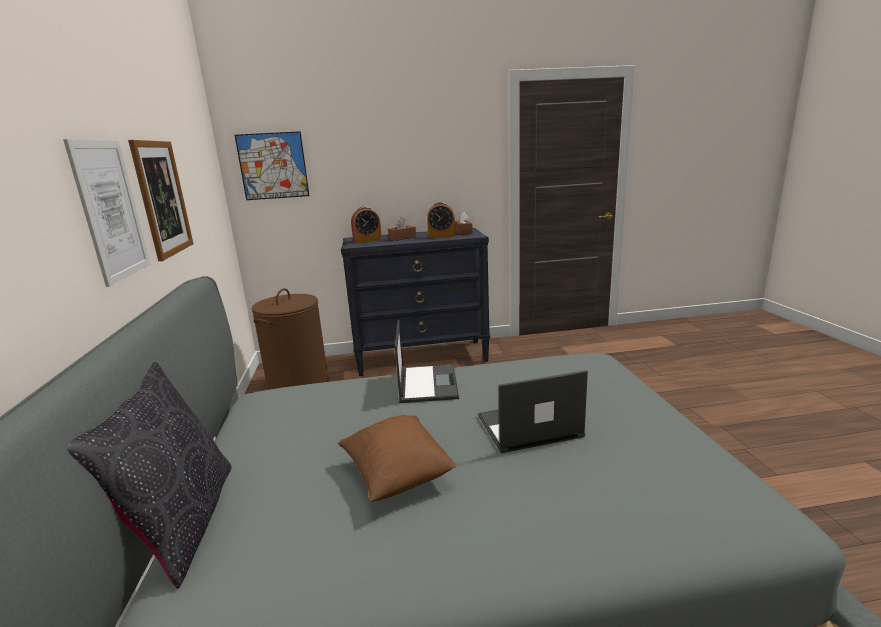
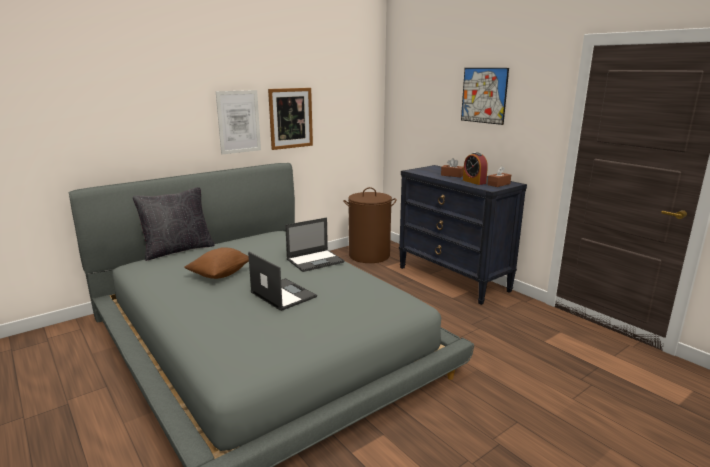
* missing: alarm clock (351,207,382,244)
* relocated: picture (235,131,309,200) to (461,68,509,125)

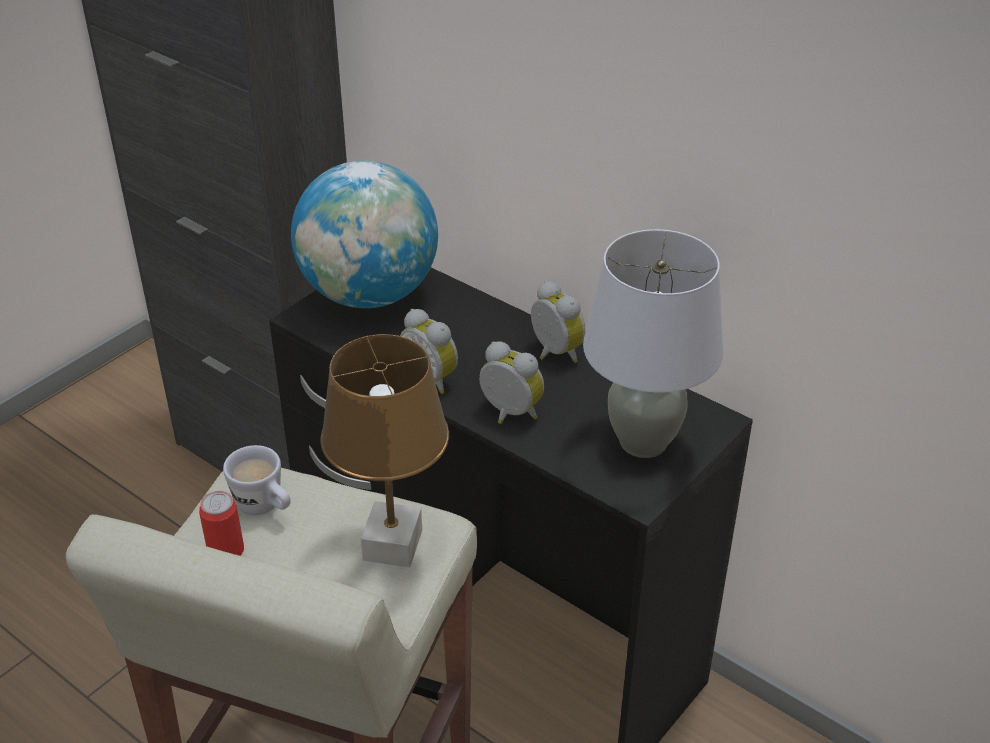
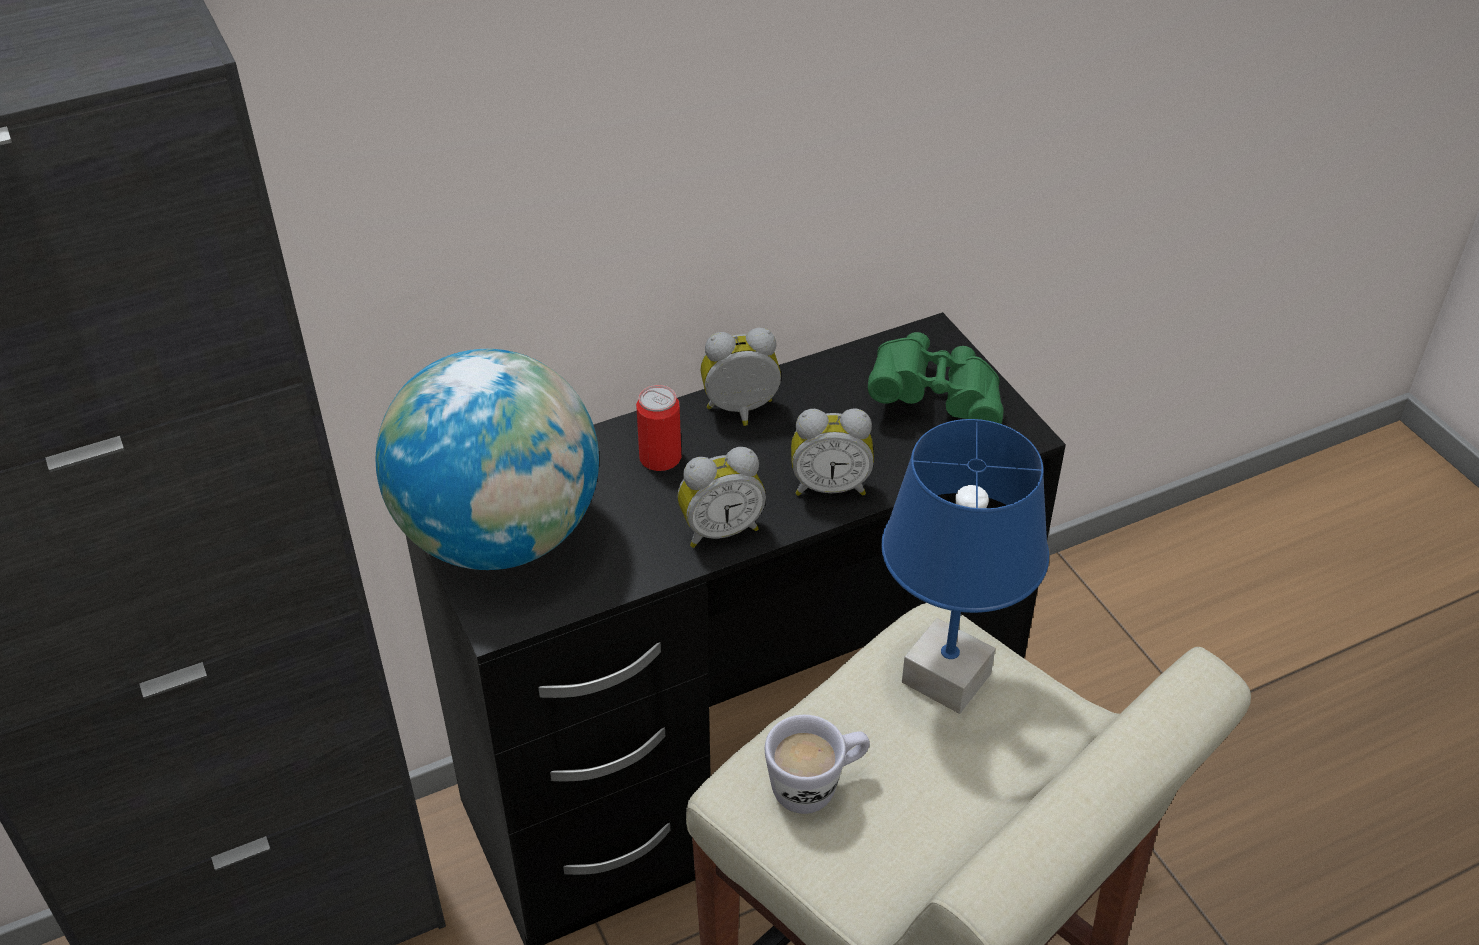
* relocated: can (199,491,244,556) to (636,385,681,471)
* exchanged: grey table lamp (583,229,723,458) to green binoculars (868,332,1004,424)
* colour: brown table lamp (320,334,449,567) to blue table lamp (881,419,1049,714)
* spun: alarm clock (479,341,544,424) = (791,408,874,496) 150 degrees counterclockwise

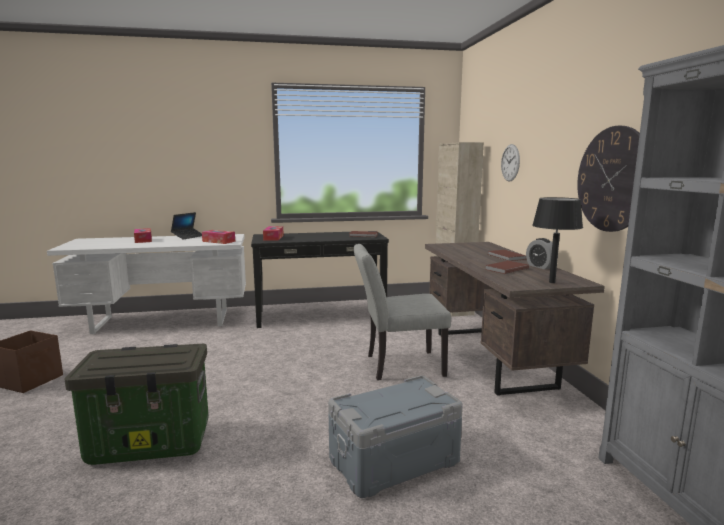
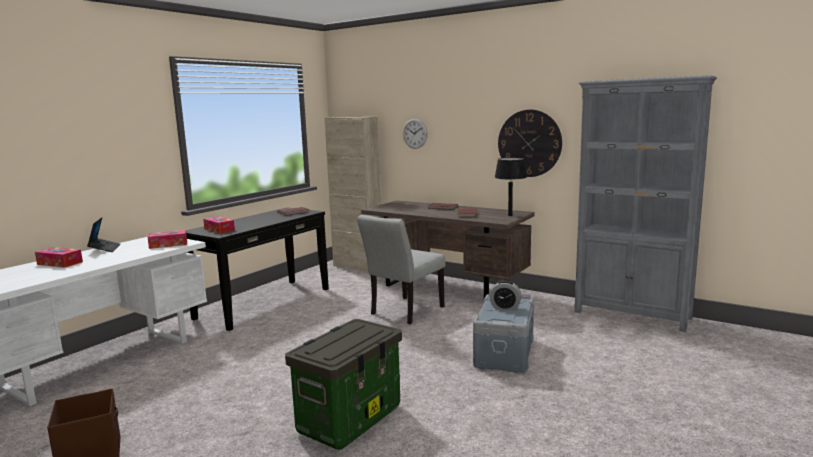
* relocated: alarm clock (526,238,558,269) to (490,280,521,310)

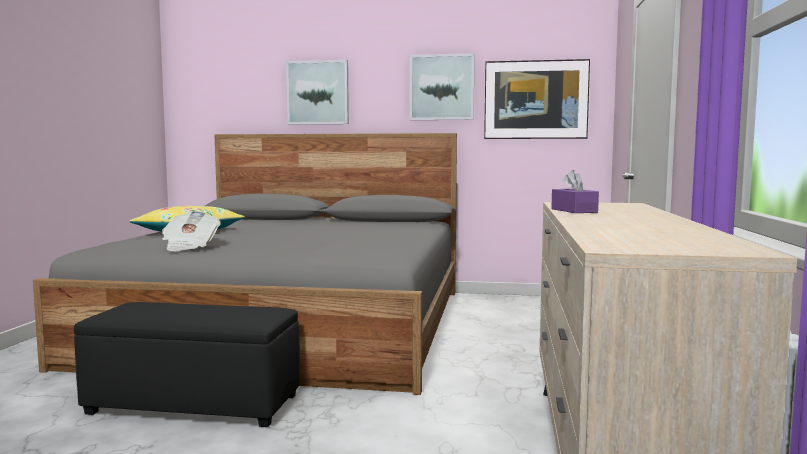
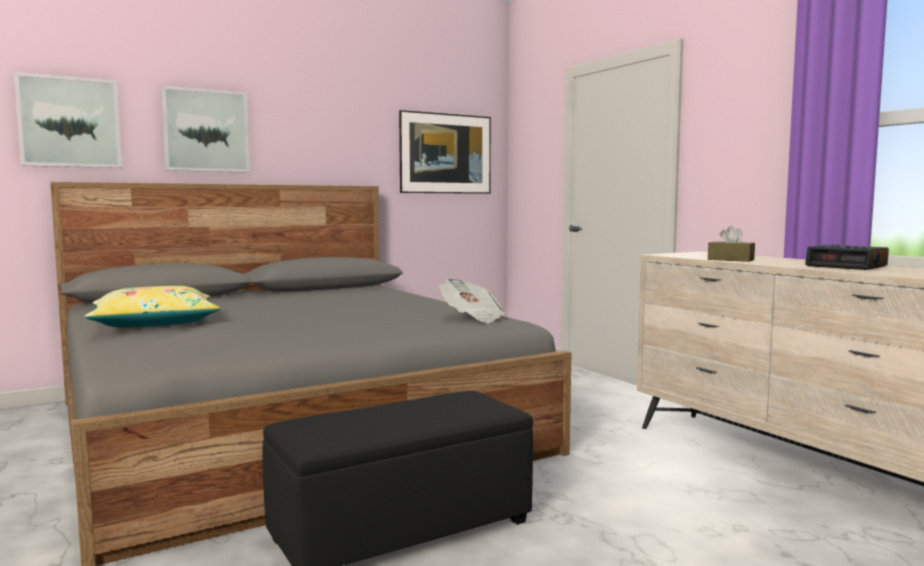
* appeared: alarm clock (805,244,889,270)
* relocated: newspaper (162,211,221,251) to (439,278,505,323)
* relocated: picture (409,53,475,120) to (14,72,122,168)
* colour: purple tissue box (551,170,599,213) to brown tissue box (708,226,755,262)

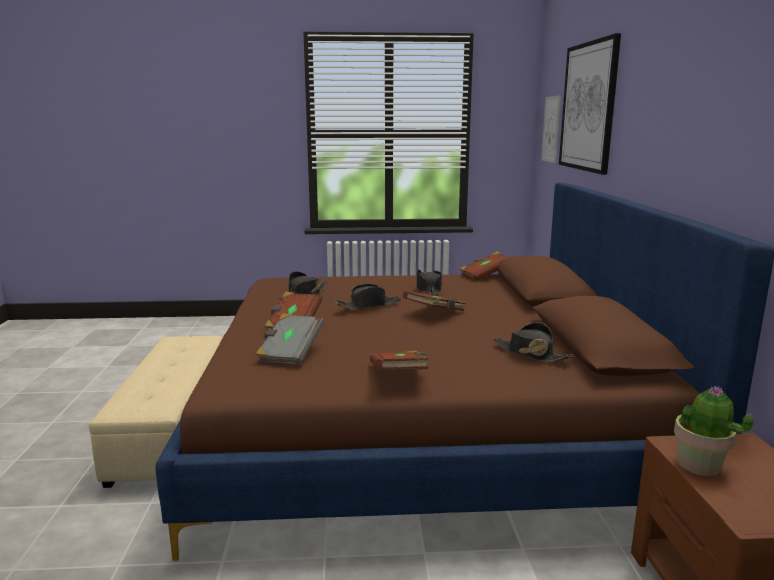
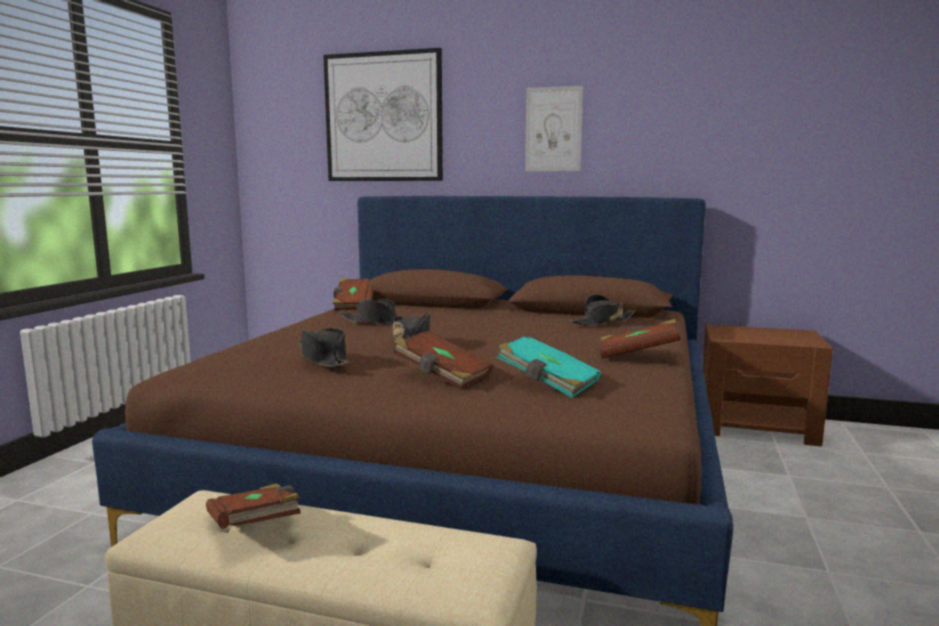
* missing: potted plant (674,386,754,476)
* relocated: brown book (403,291,466,311) to (206,483,301,529)
* relocated: picture (541,96,561,163) to (525,86,583,171)
* colour: grey book (255,313,324,366) to turquoise book (497,335,601,398)

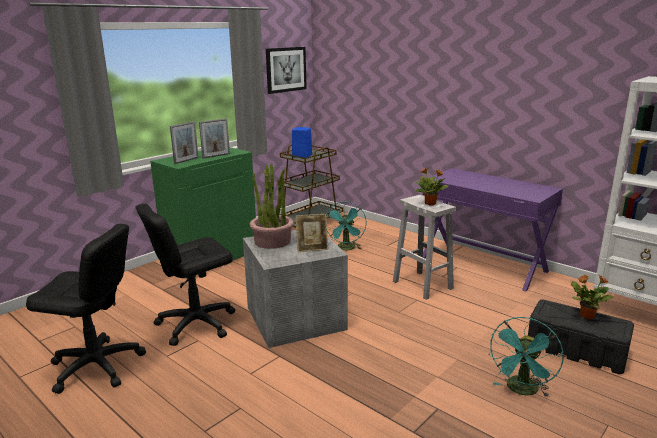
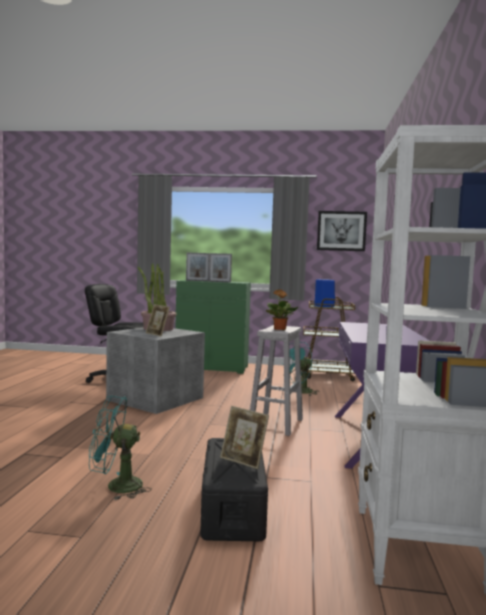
* missing: black office chair (26,224,146,394)
* exchanged: potted plant (571,275,614,319) to picture frame (220,406,269,469)

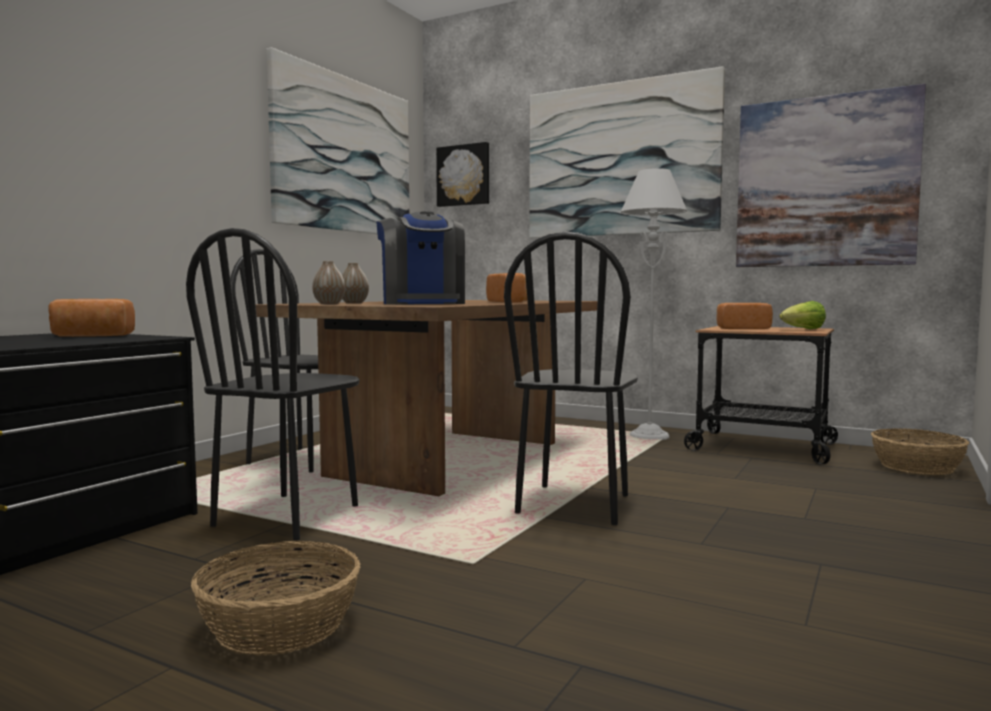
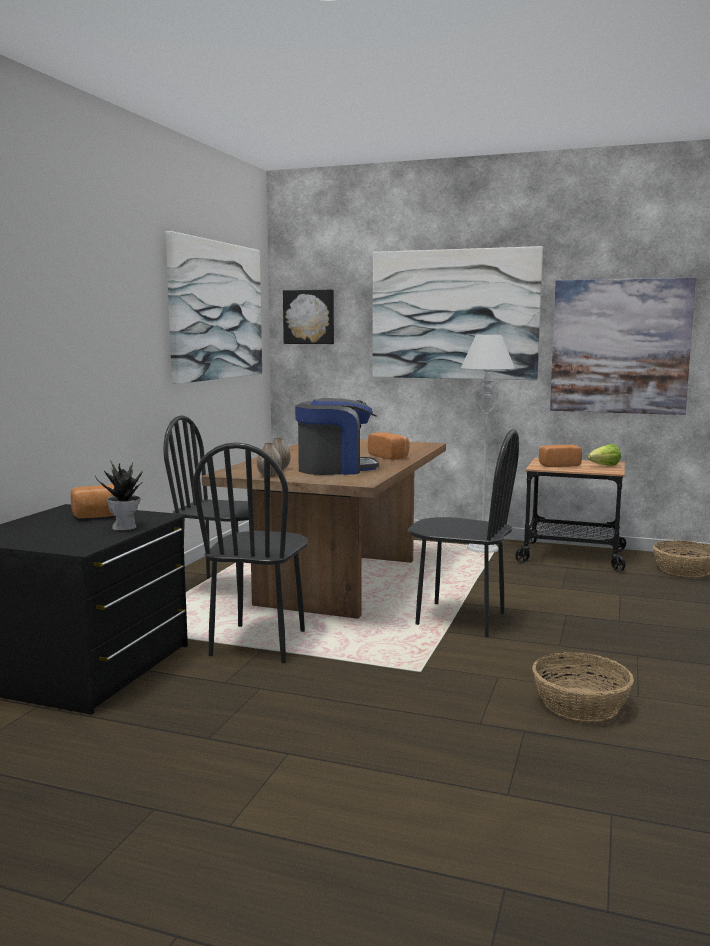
* appeared: potted plant (95,460,143,531)
* relocated: basket (191,541,361,656) to (532,652,634,722)
* spun: coffee machine (376,211,465,304) = (295,398,379,475) 75 degrees counterclockwise
* spun: black chair (504,231,638,525) = (408,429,519,637) 75 degrees counterclockwise

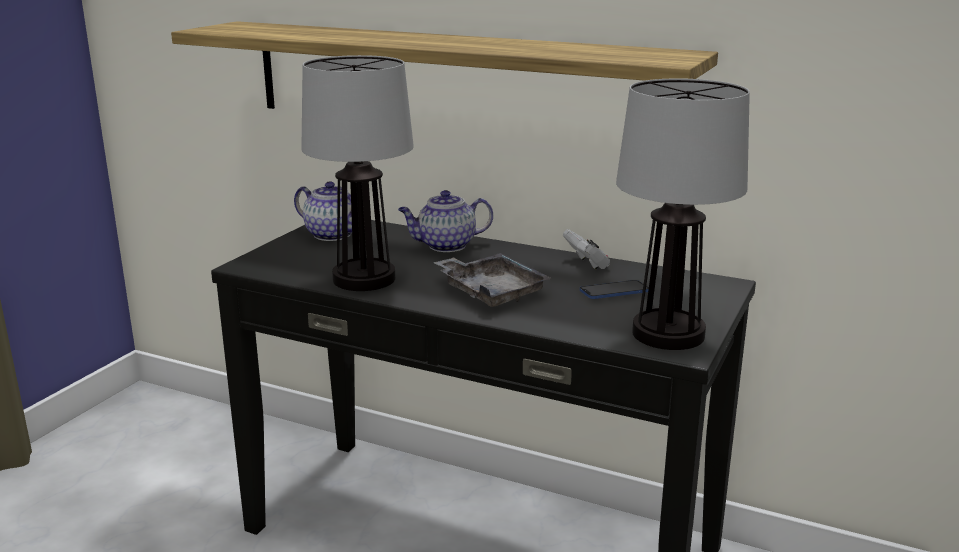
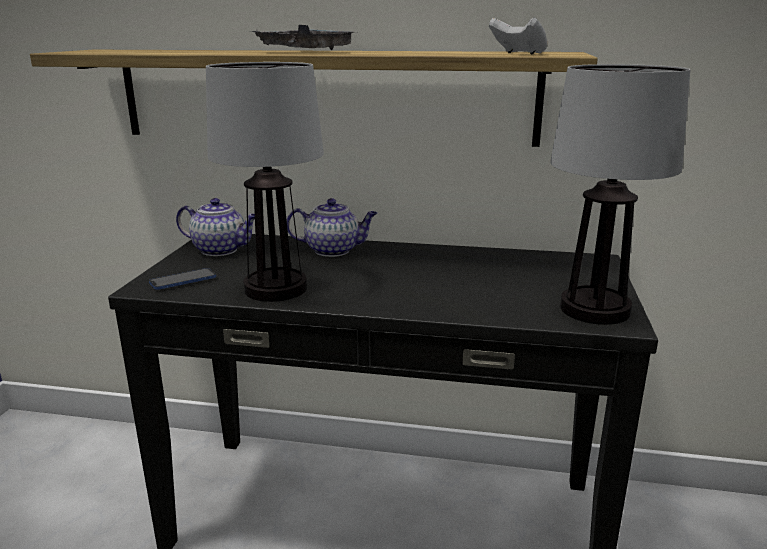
* relocated: grey tray (433,253,551,307) to (247,25,353,50)
* relocated: white game controller (563,229,610,269) to (489,18,547,55)
* relocated: phone (580,280,649,299) to (149,268,216,290)
* spun: teapot (398,190,493,252) = (287,198,378,257) 150 degrees counterclockwise

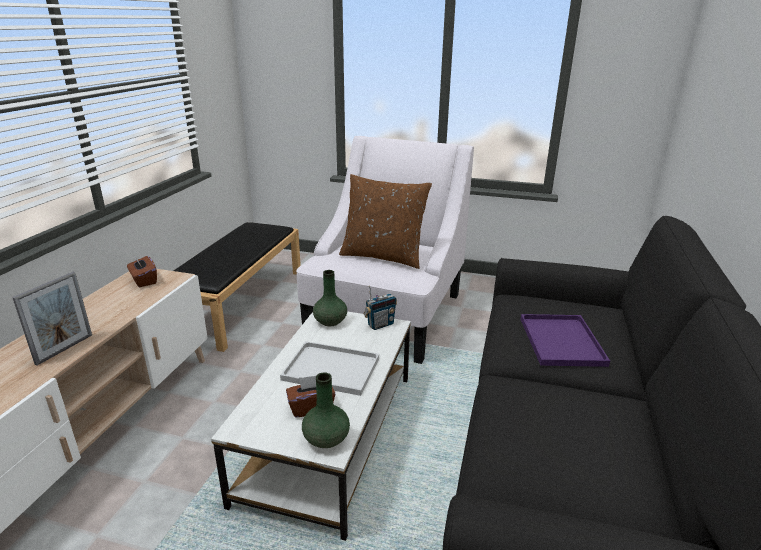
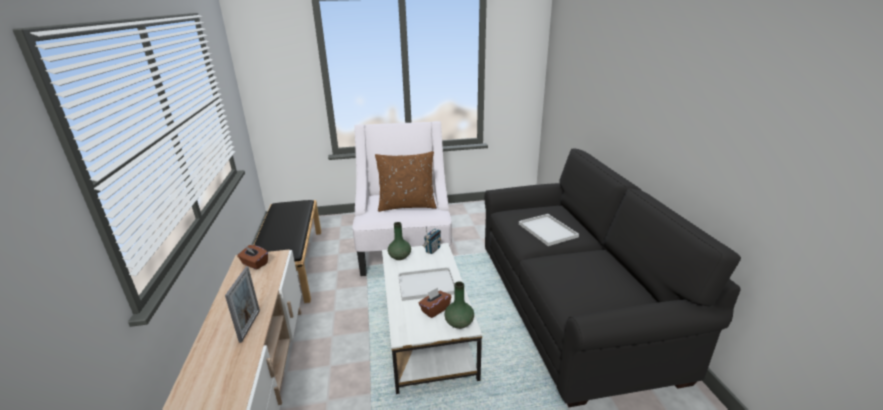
* colour: purple tray (520,314,610,367) to white tray (519,214,579,246)

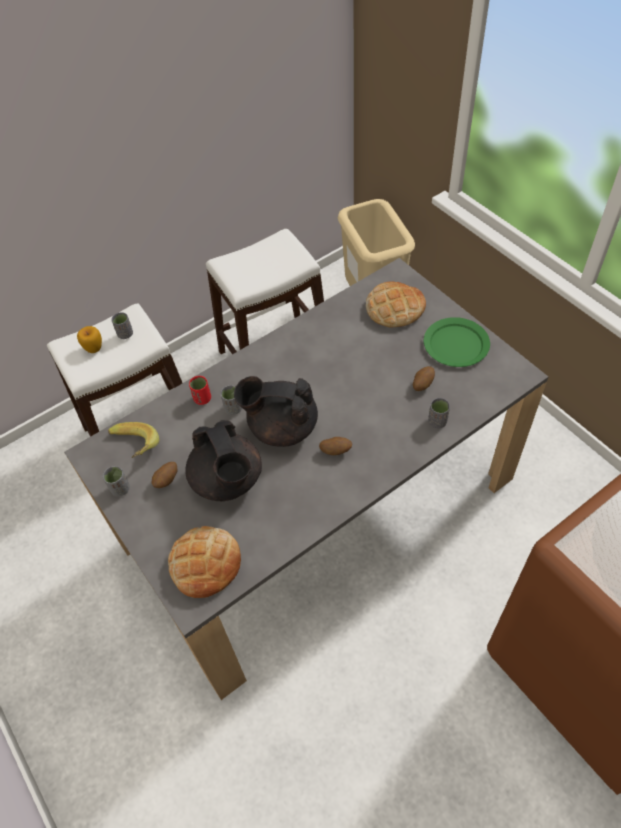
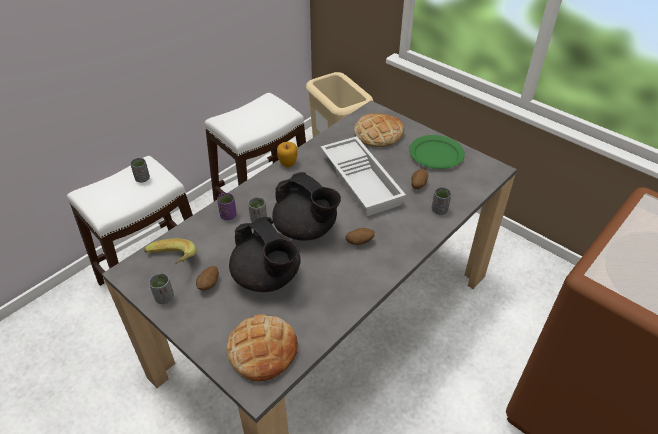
* appeared: white tray (321,136,406,217)
* relocated: apple (77,326,102,353) to (277,142,298,167)
* colour: red cup (189,376,211,405) to purple cup (217,193,237,220)
* spun: black teapot (234,376,318,447) = (272,172,341,241) 135 degrees counterclockwise

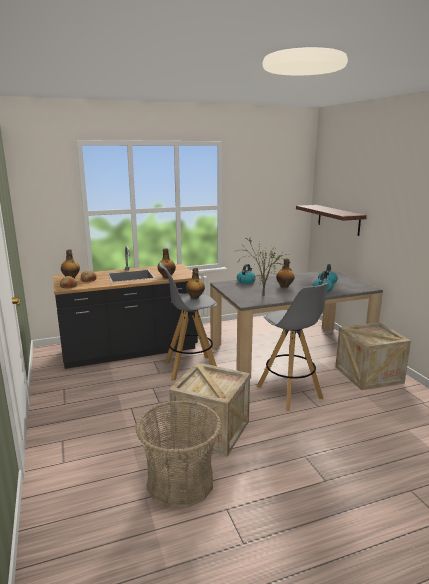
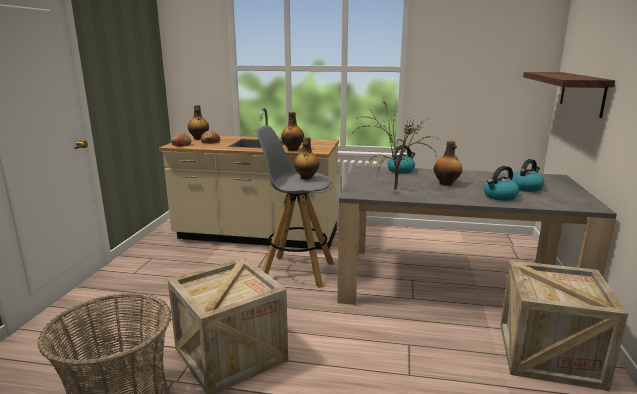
* missing: grey stool (257,283,329,411)
* colour: black counter (53,246,198,369) to beige counter (159,108,339,250)

